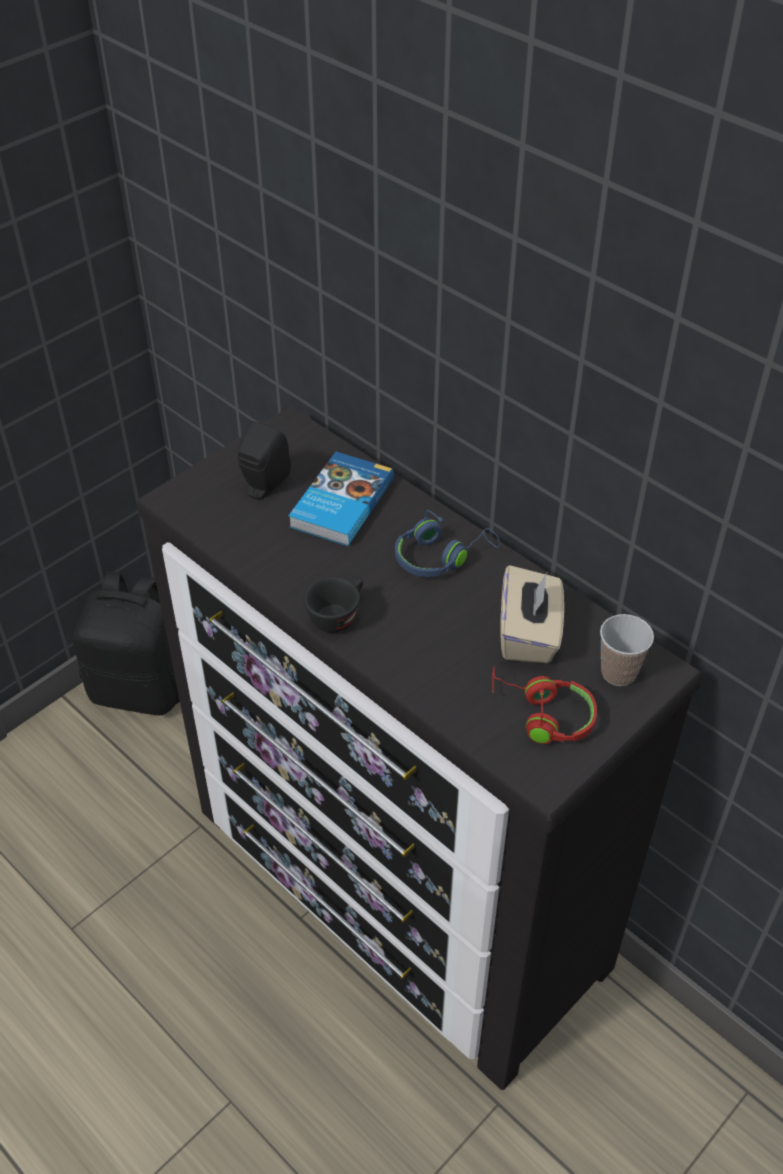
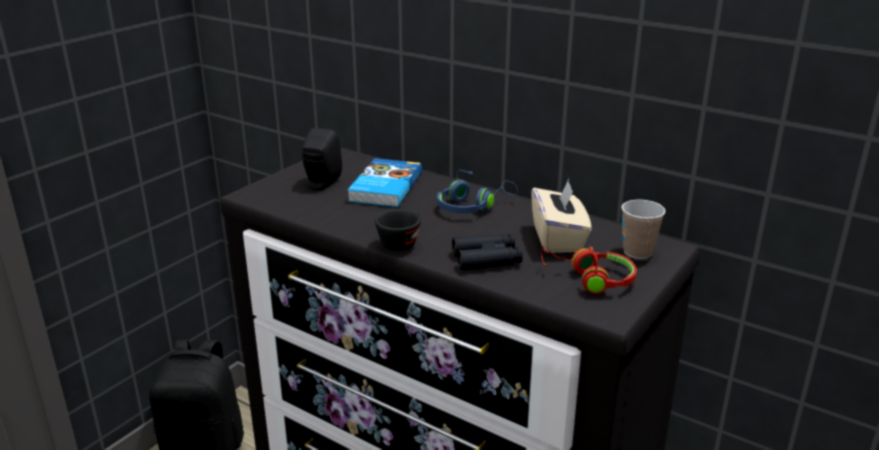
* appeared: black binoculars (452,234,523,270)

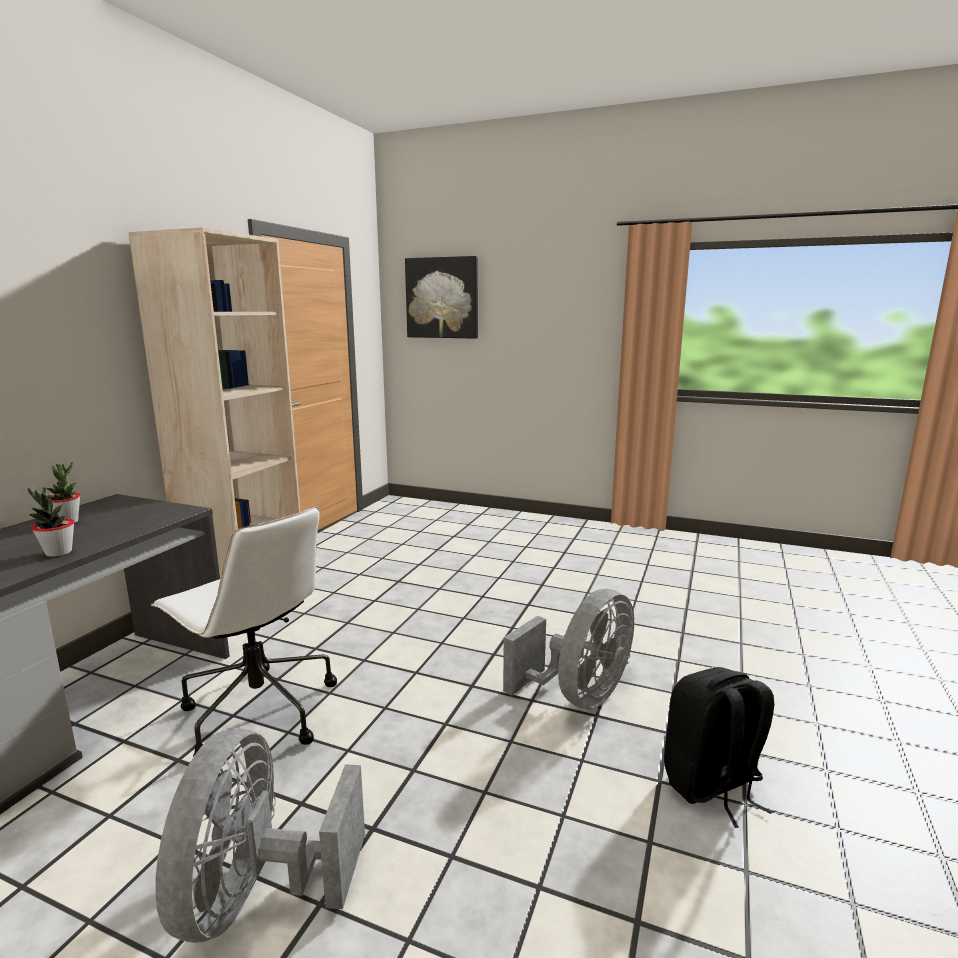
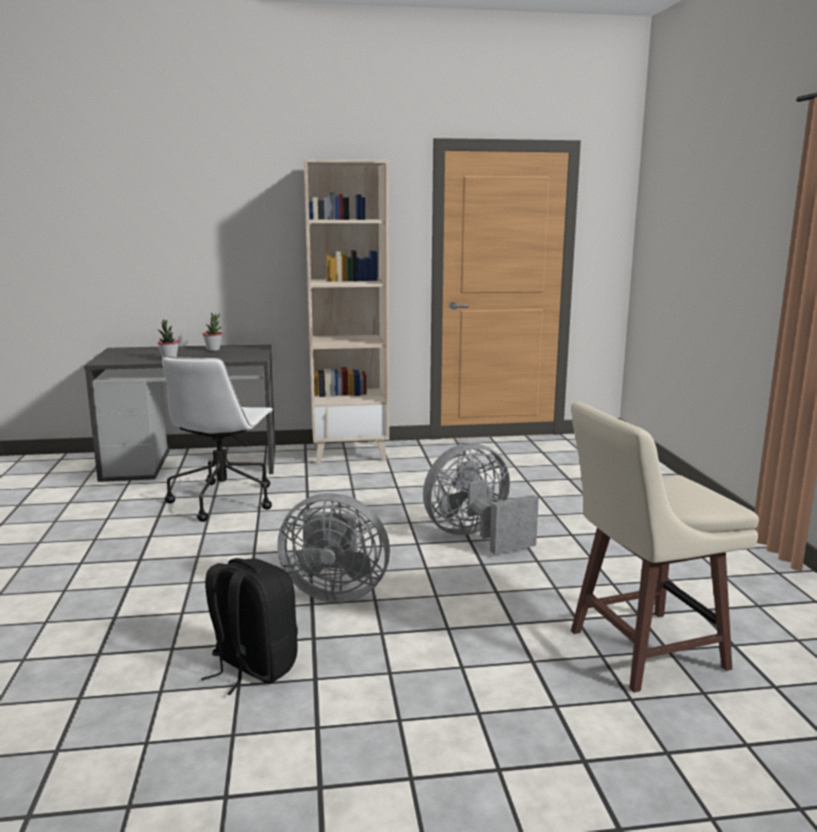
* missing: picture (405,256,478,339)
* appeared: beige stool (571,402,759,692)
* relocated: grey fan (155,729,365,943) to (423,443,539,555)

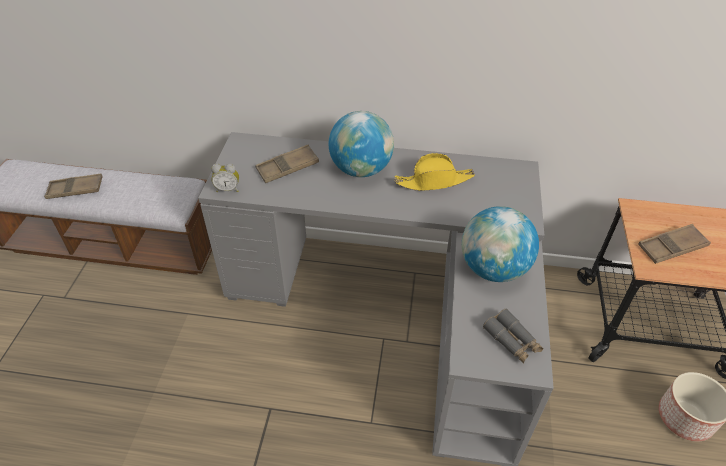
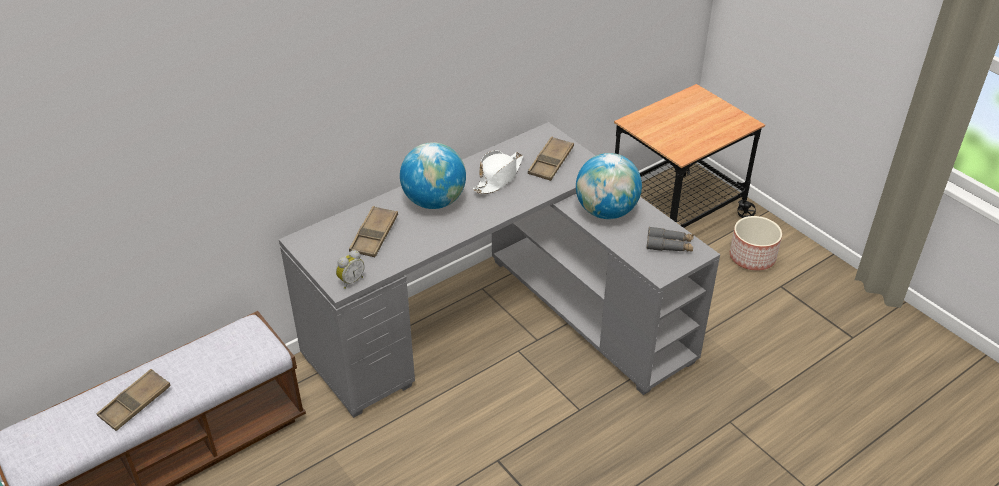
* relocated: brown tray (638,224,711,264) to (528,136,574,181)
* colour: yellow hat (394,153,475,191) to white hat (473,150,523,194)

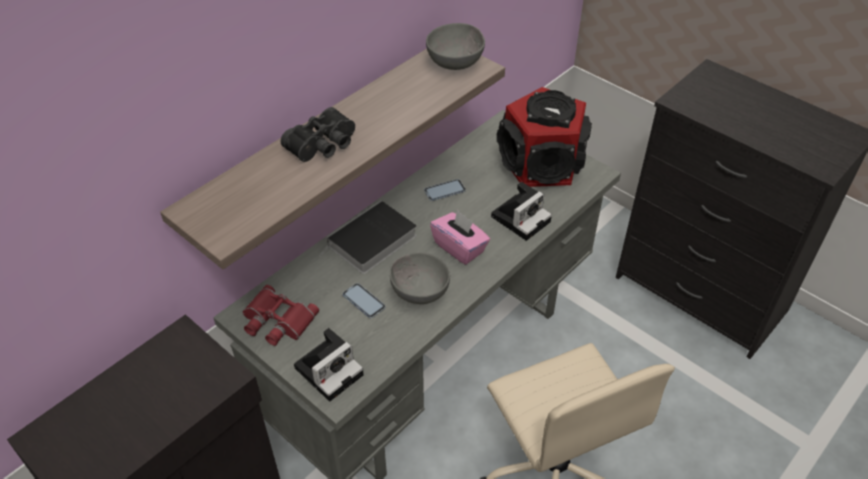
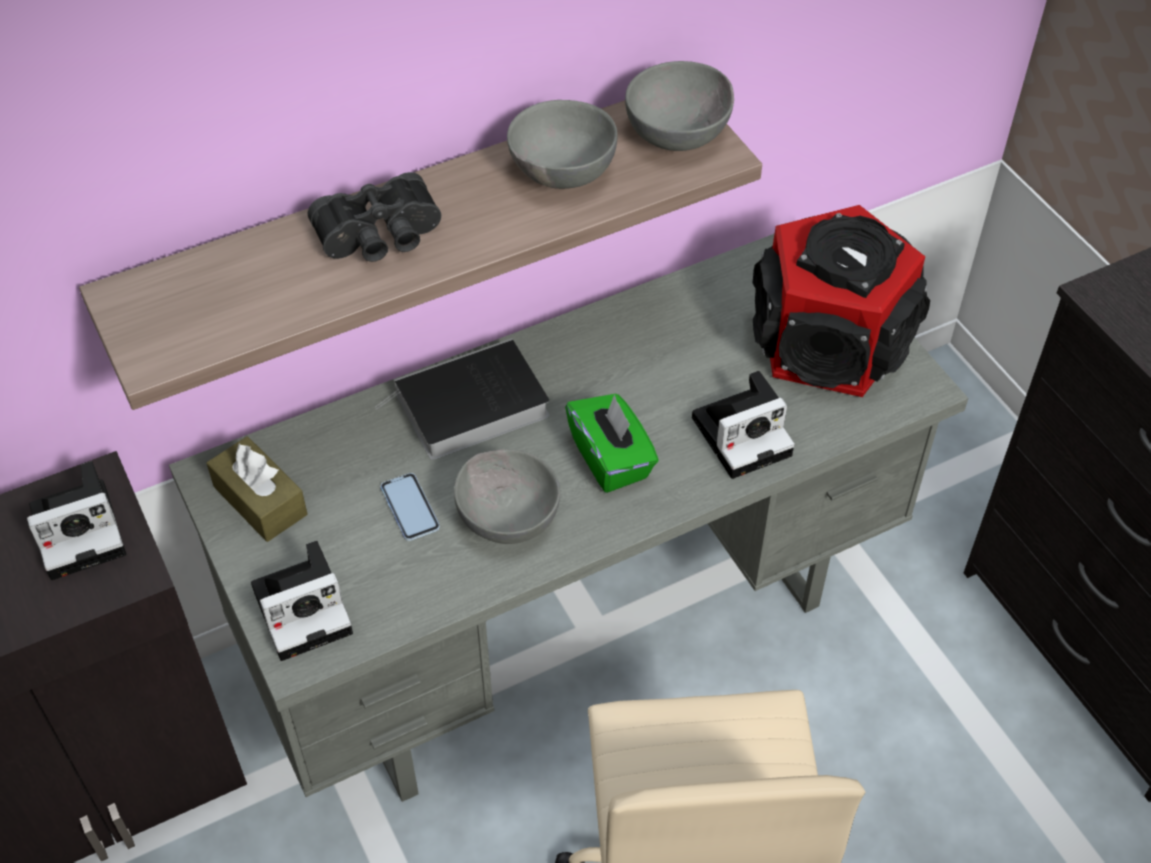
* missing: phone (424,179,466,201)
* appeared: photo camera (27,461,126,580)
* appeared: grey bowl (507,100,617,189)
* exchanged: red binoculars (243,285,319,346) to brown tissue box (207,437,307,542)
* colour: pink tissue box (430,210,490,265) to green tissue box (565,394,659,493)

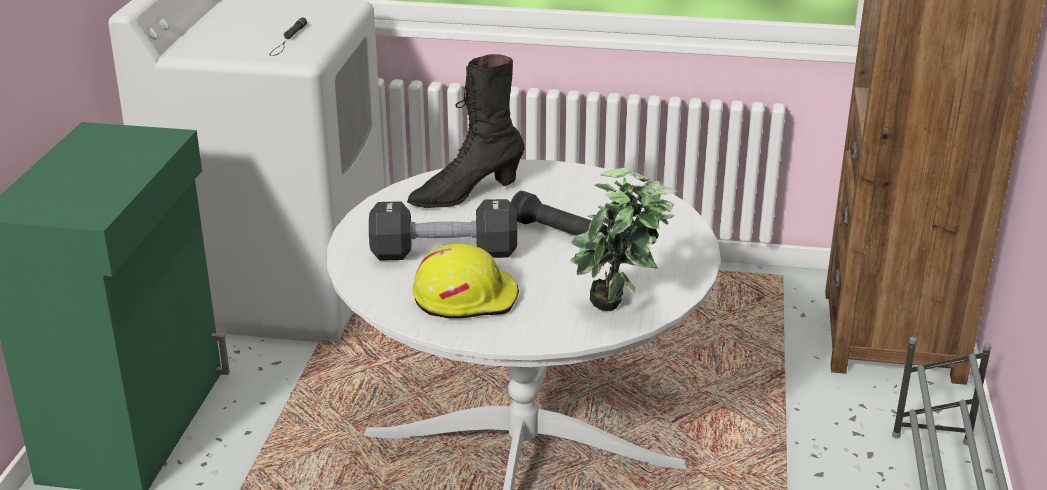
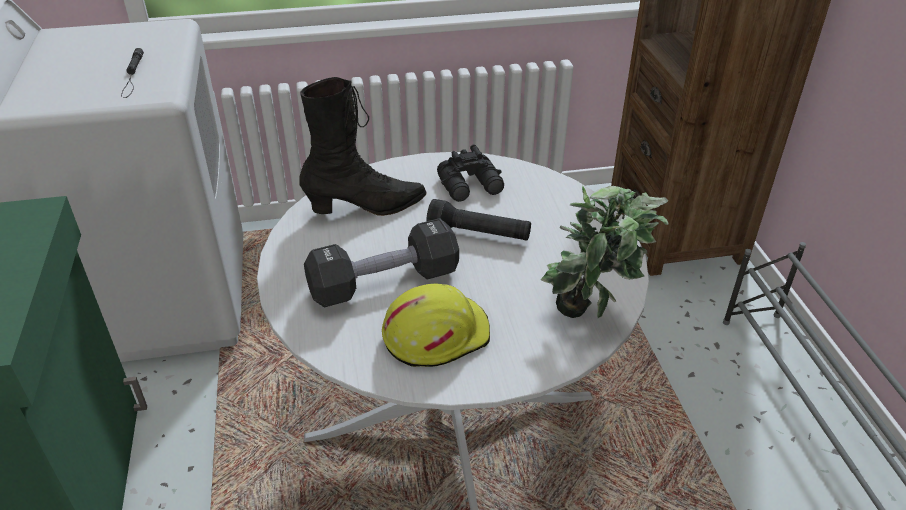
* appeared: black binoculars (437,145,504,202)
* spun: black boot (407,54,525,208) = (299,77,427,216) 150 degrees counterclockwise

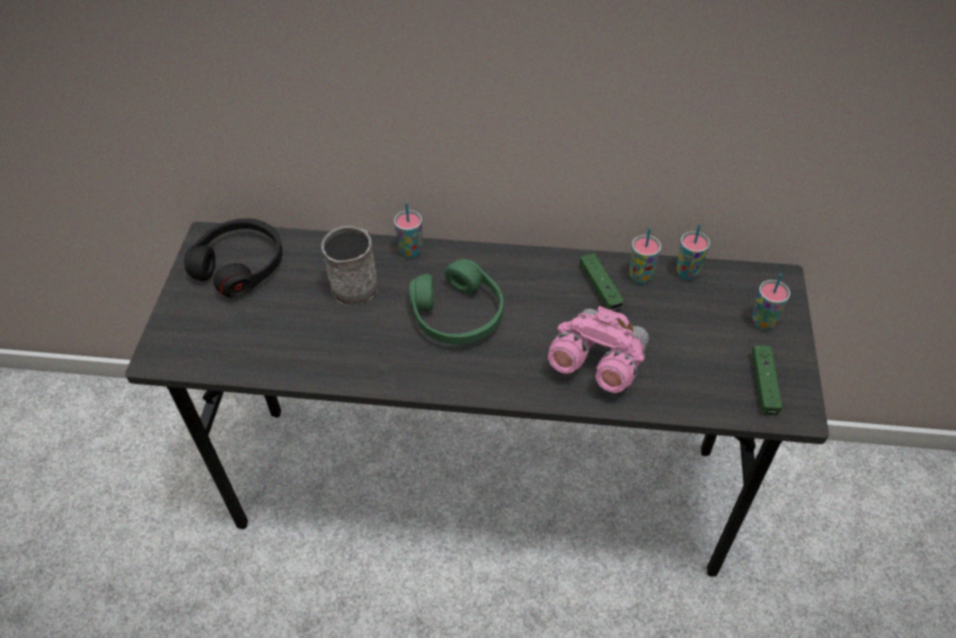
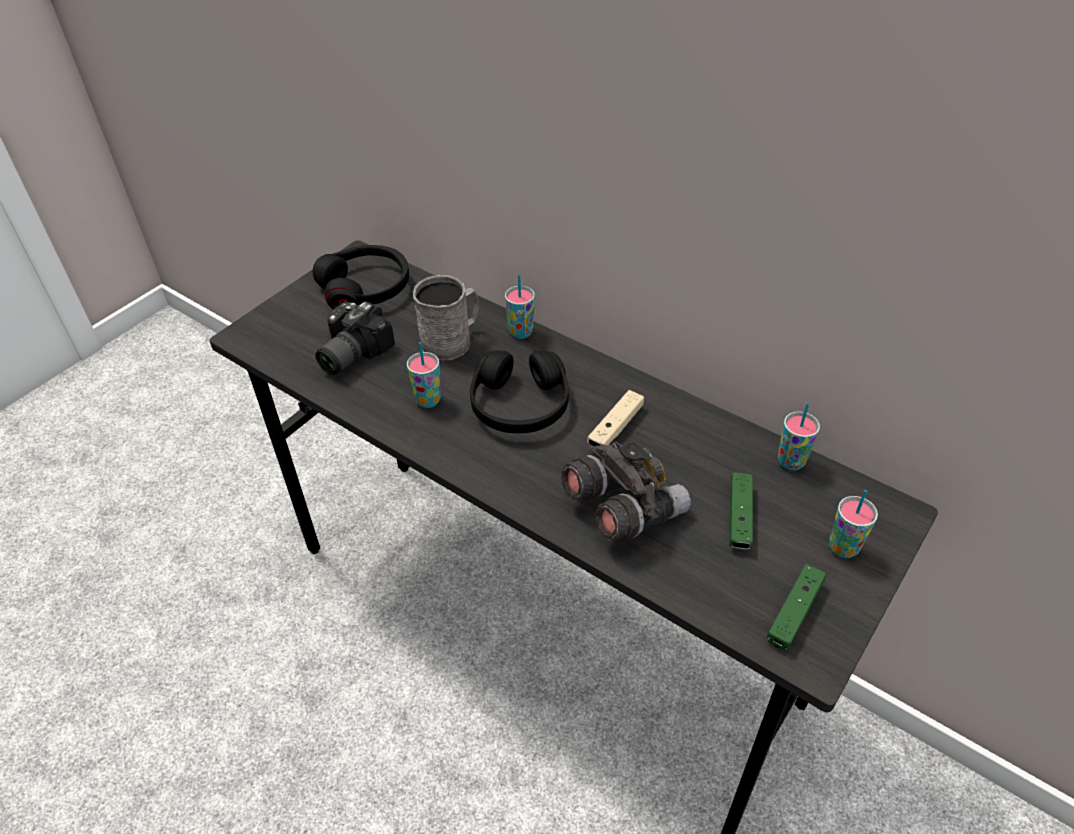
* appeared: photo camera (315,301,395,375)
* appeared: beige game controller (587,390,644,447)
* relocated: green game controller (580,253,624,310) to (729,472,753,549)
* relocated: cup (629,228,661,284) to (407,342,441,408)
* colour: green headphones (409,259,504,344) to black headphones (470,350,569,433)
* colour: pink binoculars (548,306,649,393) to grey binoculars (561,440,691,541)

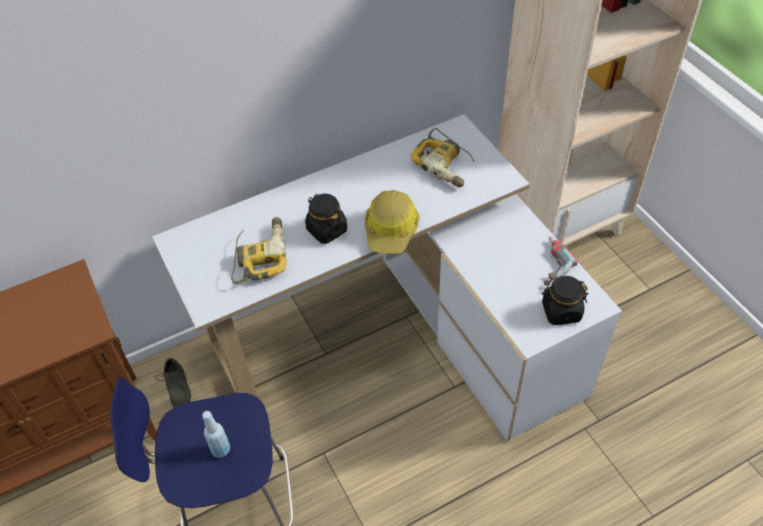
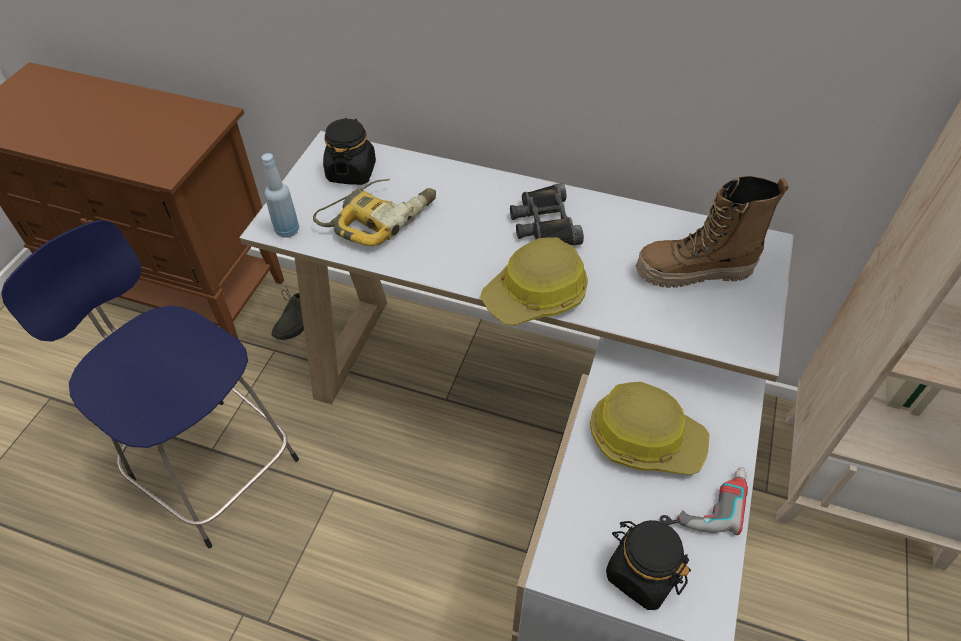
* appeared: black binoculars (510,183,584,245)
* appeared: hard hat (590,382,710,475)
* relocated: blue bottle (202,411,230,458) to (261,153,299,238)
* relocated: black jar (305,194,347,244) to (323,118,376,185)
* exchanged: power drill (411,128,475,187) to boot (636,176,788,288)

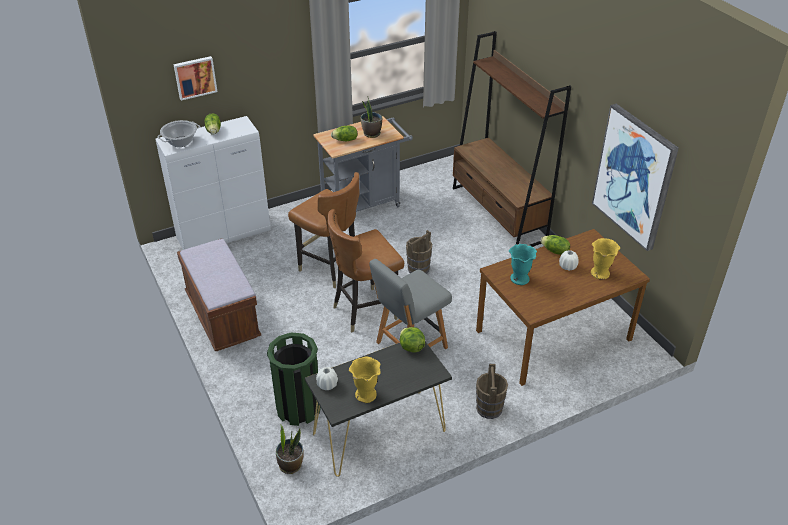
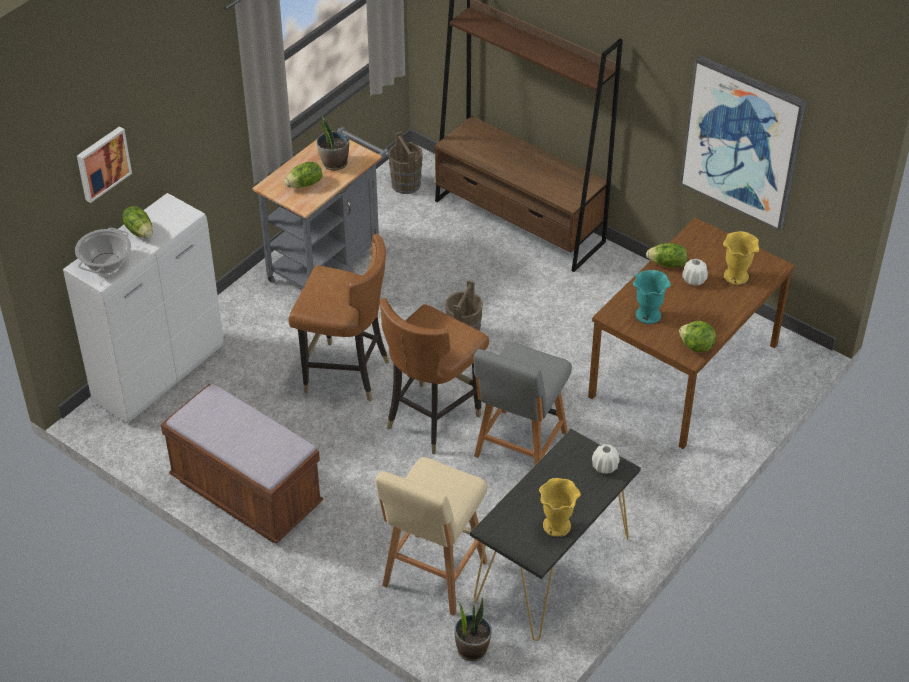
* relocated: white vase (316,367,338,390) to (592,444,620,474)
* relocated: lettuce (400,327,425,353) to (679,321,716,352)
* relocated: brown bucket (476,364,508,419) to (389,131,423,194)
* exchanged: green trash can (267,332,321,426) to beige stool (376,457,488,616)

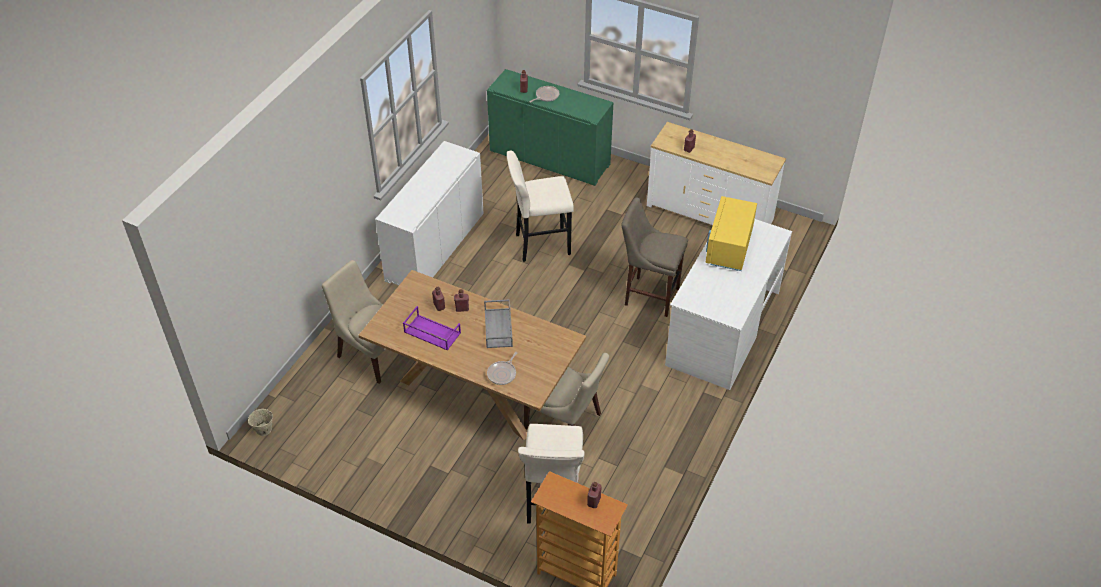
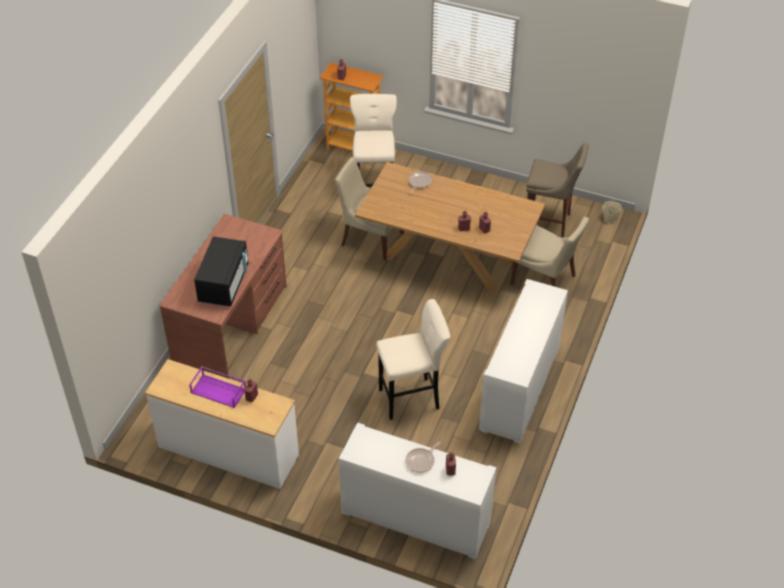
* missing: grey tray (484,299,513,348)
* relocated: purple tray (403,306,461,350) to (189,366,246,408)
* relocated: beige stool (621,197,688,317) to (527,143,589,238)
* colour: green cabinet (487,69,614,186) to white cabinet (339,422,496,560)
* colour: white desk (665,219,792,390) to brown desk (159,214,287,379)
* colour: yellow microwave (705,196,757,271) to black microwave (194,236,248,306)

